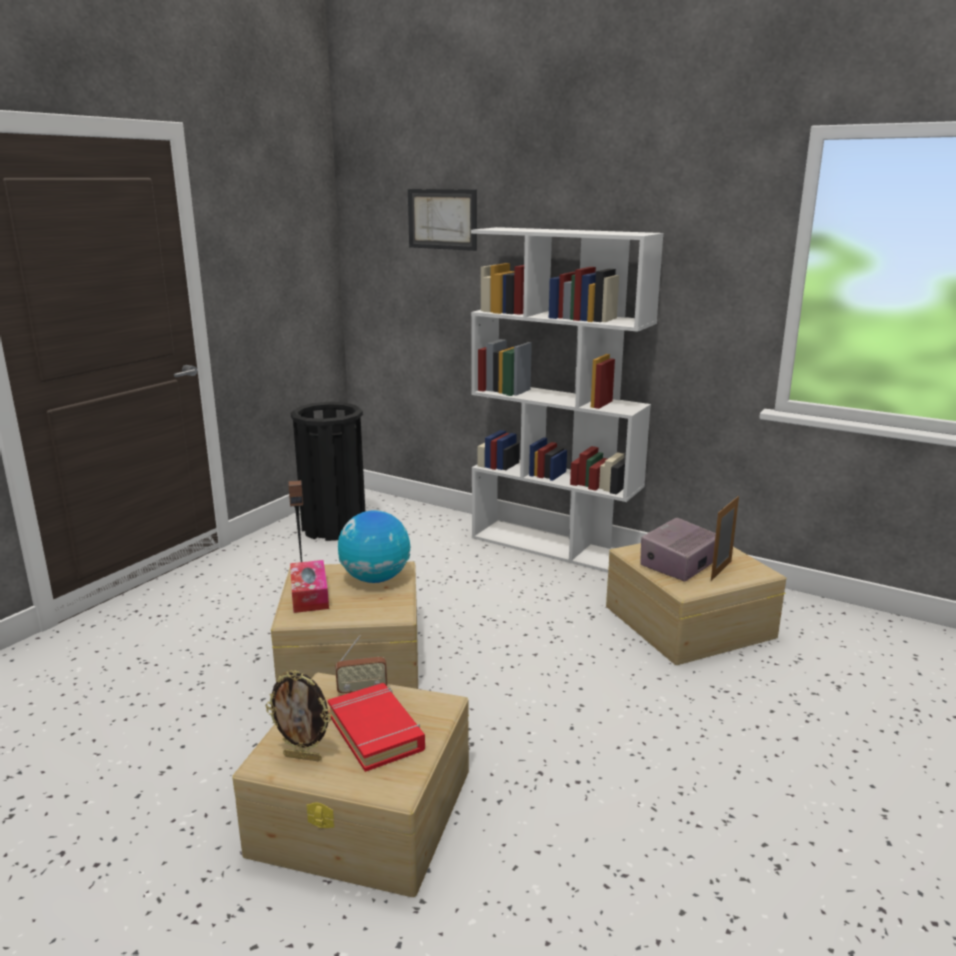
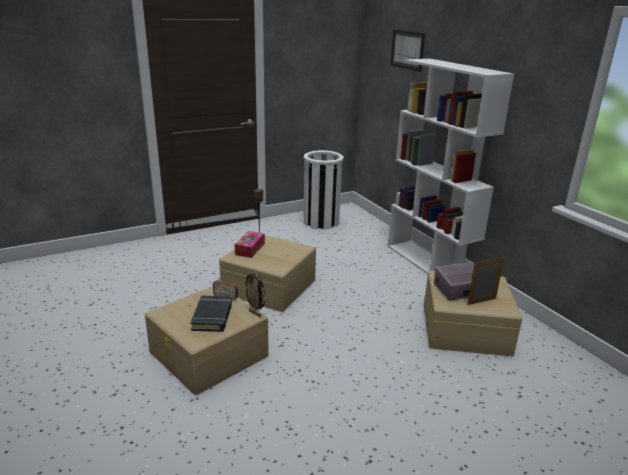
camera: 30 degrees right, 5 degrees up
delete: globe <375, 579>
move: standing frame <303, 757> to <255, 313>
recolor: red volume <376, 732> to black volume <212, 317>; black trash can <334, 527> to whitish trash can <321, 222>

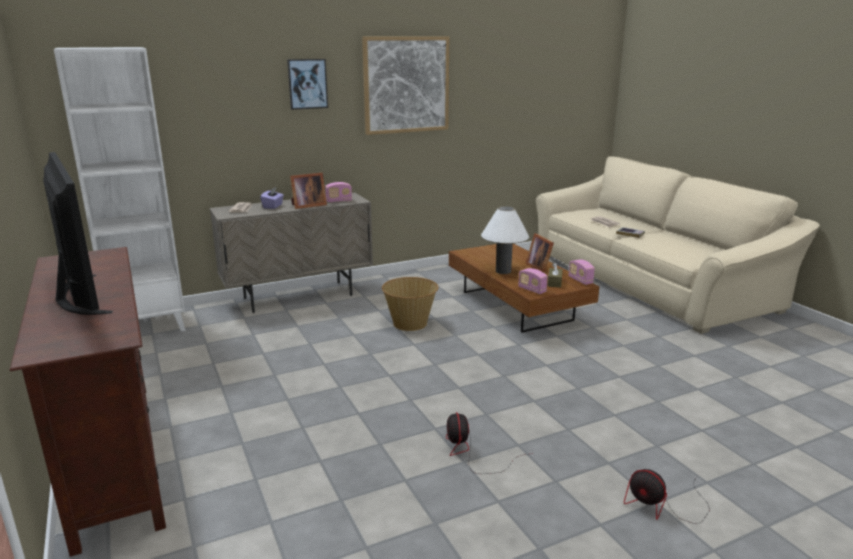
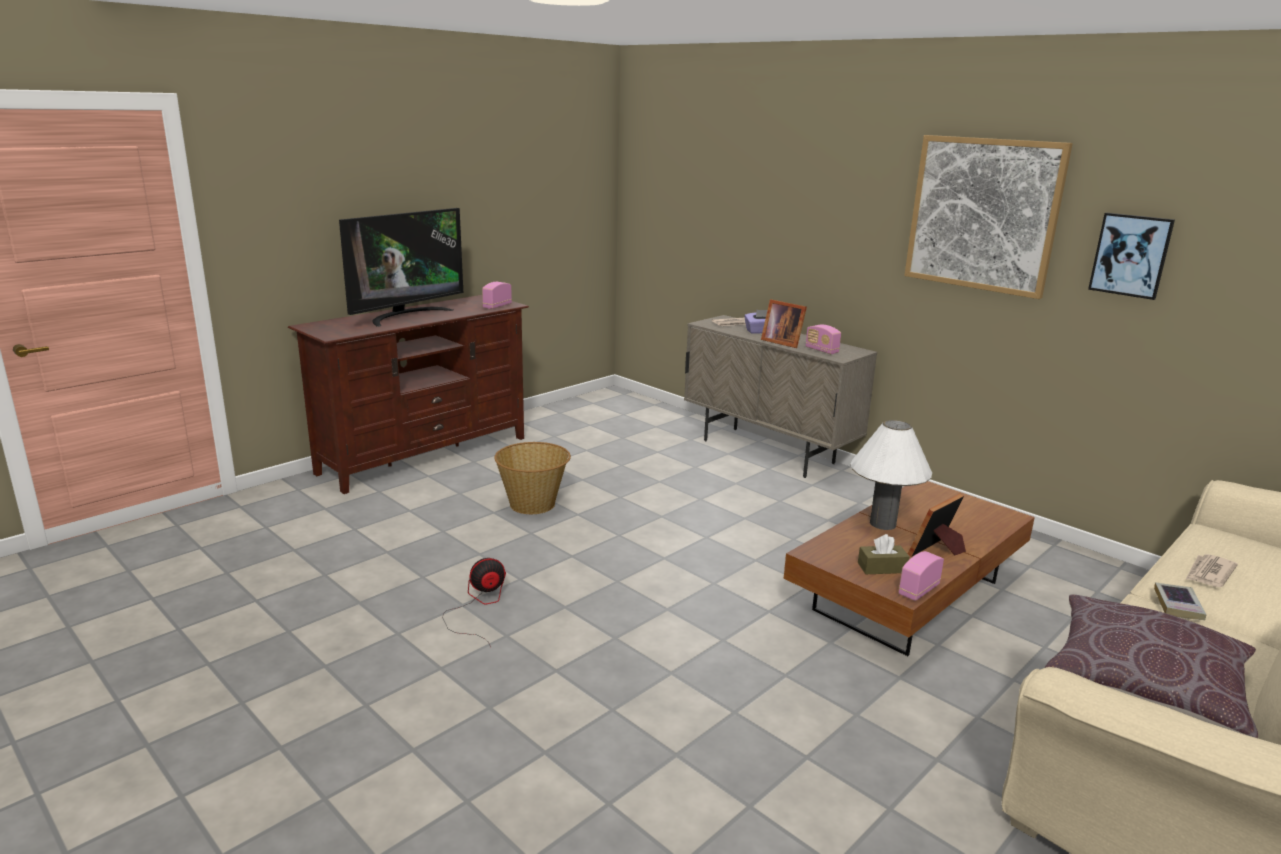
camera: 70 degrees right, 0 degrees up
delete: whitish bookcase <149, 326>; fan <662, 506>
insert: brownish throw pillow <1145, 684>
move: radio receiver <532, 290> to <497, 306>; basket <410, 323> to <533, 504>; wall picture <307, 84> to <1130, 255>

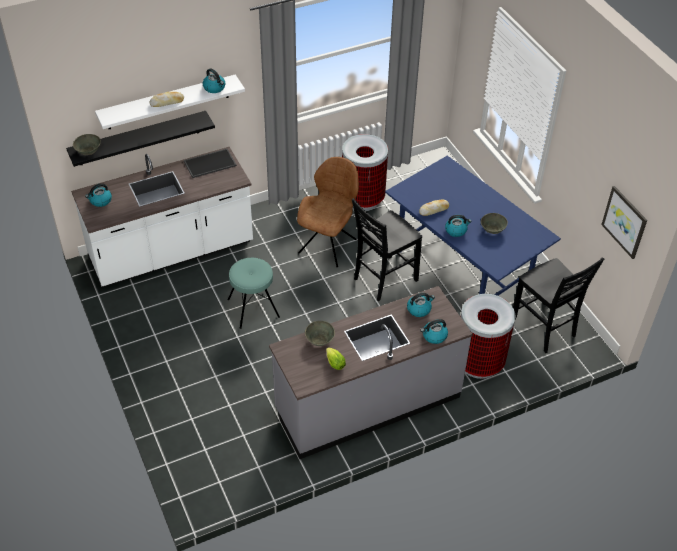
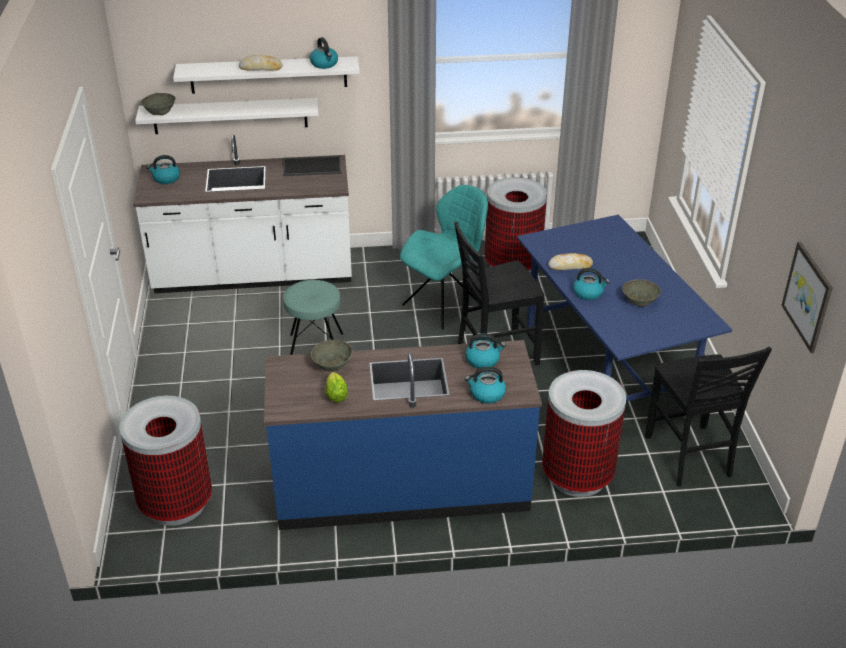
camera: 20 degrees right, 10 degrees down
insert: trash can <175, 503>
recolor: black wall shelf <139, 138> to whitish wall shelf <230, 116>; greyish kitchen base unit <367, 403> to blue kitchen base unit <401, 487>; brownish upright chair <328, 245> to turquoise upright chair <444, 304>

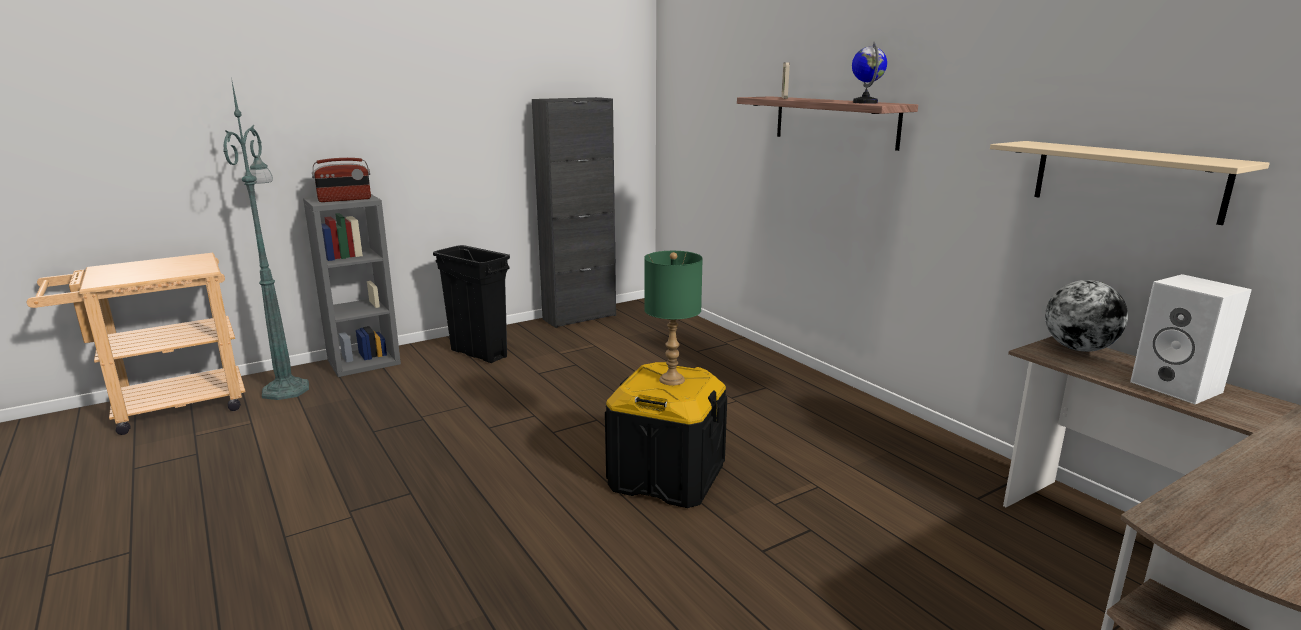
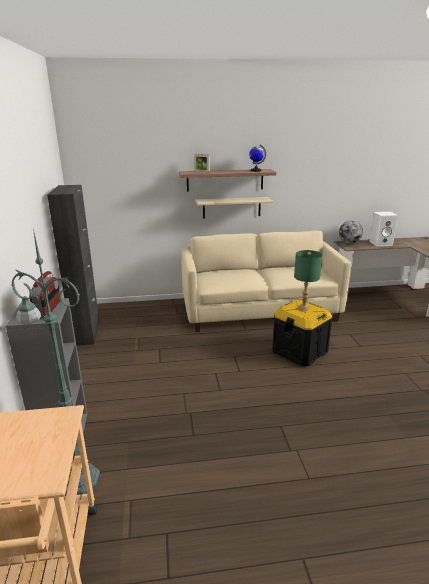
camera: 65 degrees left, 5 degrees up
delete: black trash can <479, 354>
insert: beige-coloured sofa <259, 310>
move: beige-coloured wall shelf <1126, 180> to <231, 207>

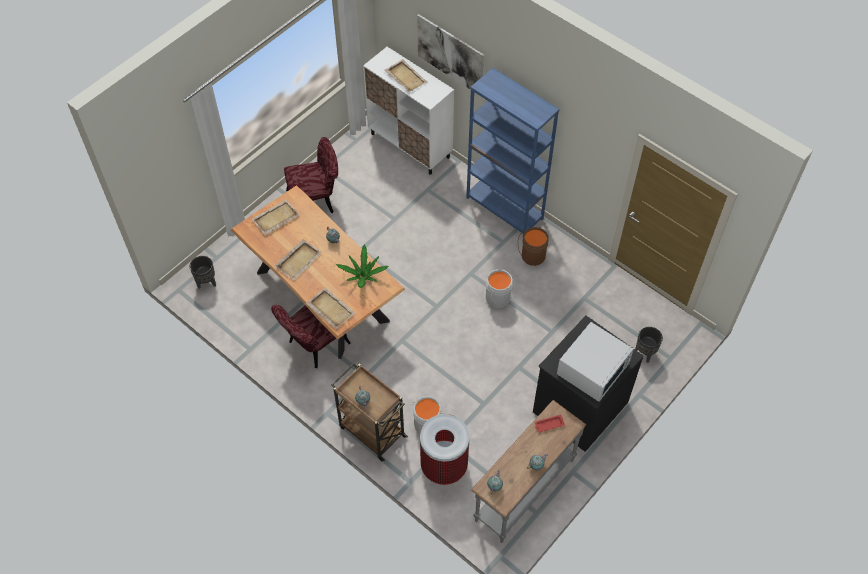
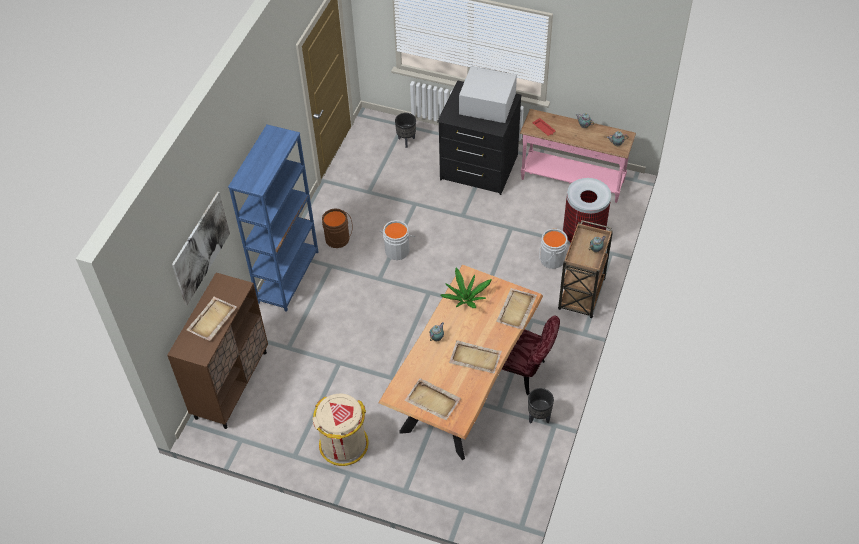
camera: 110 degrees left, 5 degrees down
move: black flower pot <206, 283> to <539, 417>
replace: red upright chair <316, 200> to beige-coloured trash can <343, 444>
recolor: whitish cabinet <410, 145> to brownish cabinet <231, 384>; greyish hall table <523, 489> to pinkish hall table <572, 181>

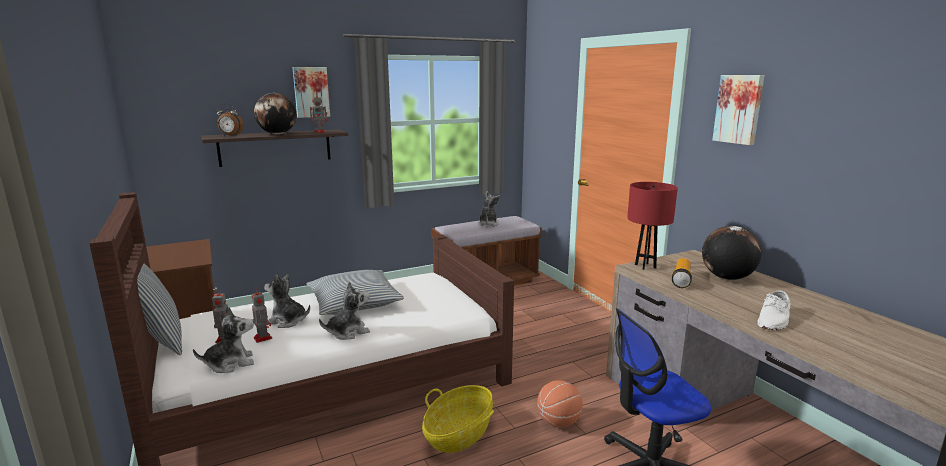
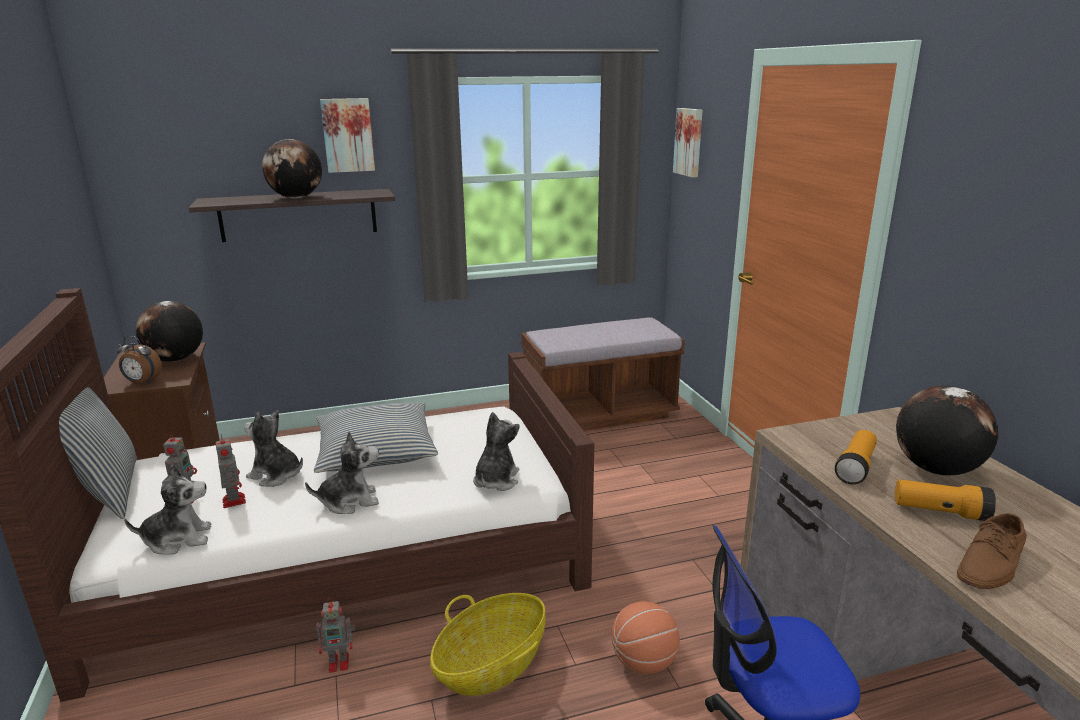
camera: 10 degrees right, 5 degrees up
delete: red table lamp <645, 266>
insert: globe <175, 360>; flashlight <940, 512>
move: table clock <231, 136> to <142, 382>; robot figure <320, 132> to <340, 662>; cuddly toy <488, 224> to <496, 480>; wall picture <739, 109> to <689, 142>
recolor: whitish low shoe <774, 319> to brownish low shoe <992, 563>

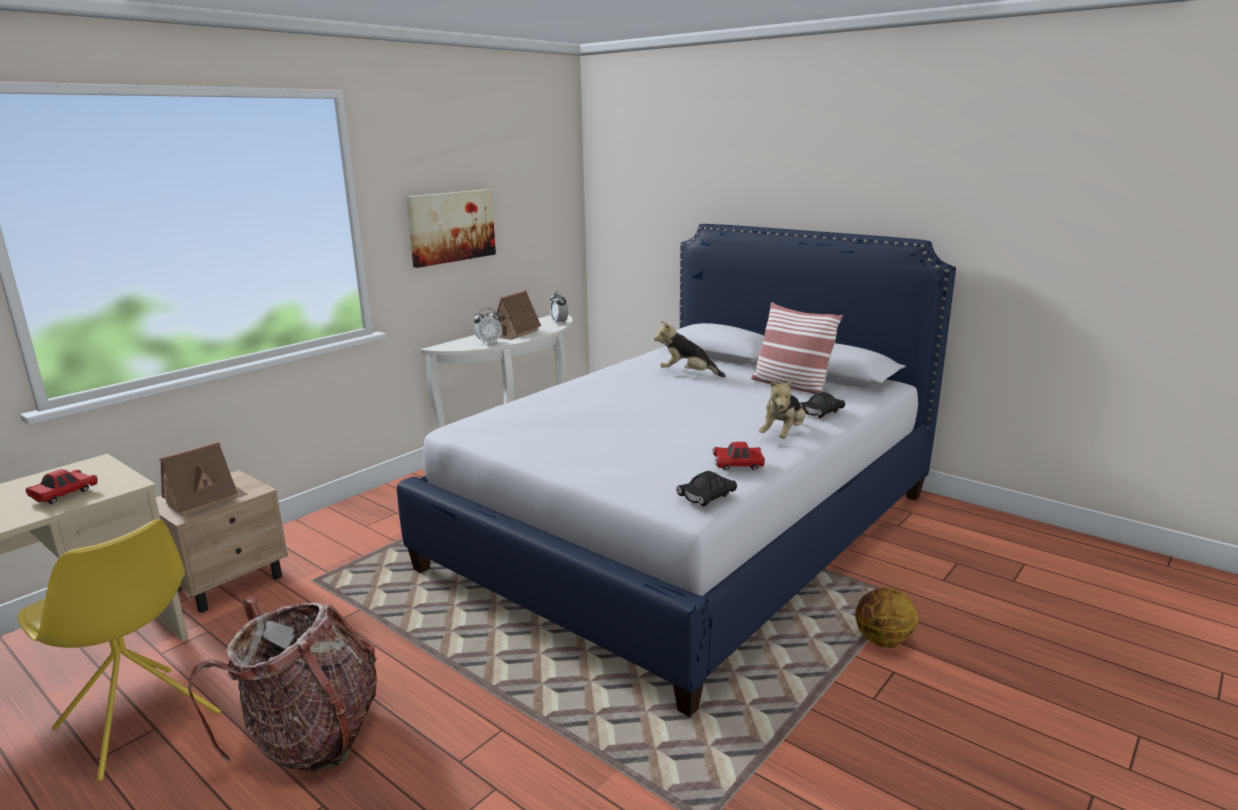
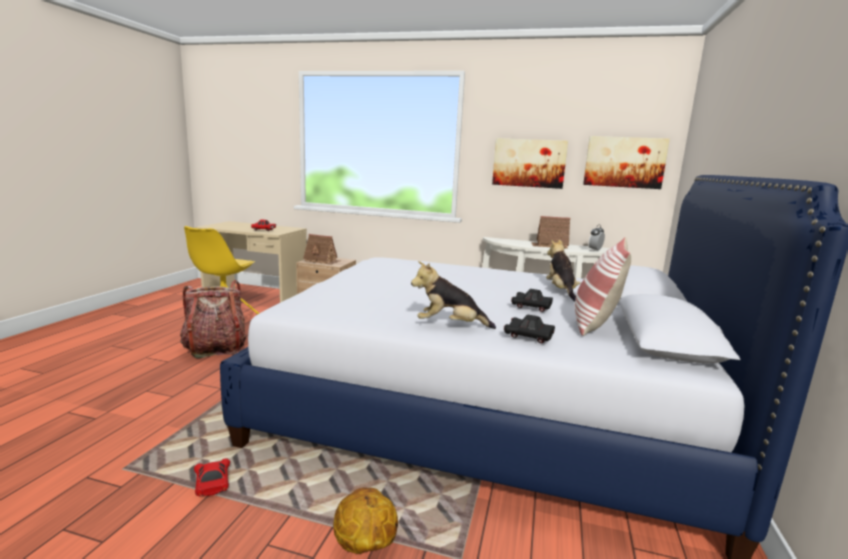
camera: 65 degrees right, 5 degrees down
delete: table clock <489, 343>
insert: wall picture <624, 162>
move: red model car <738, 466> to <212, 484>; black model car <707, 498> to <531, 307>

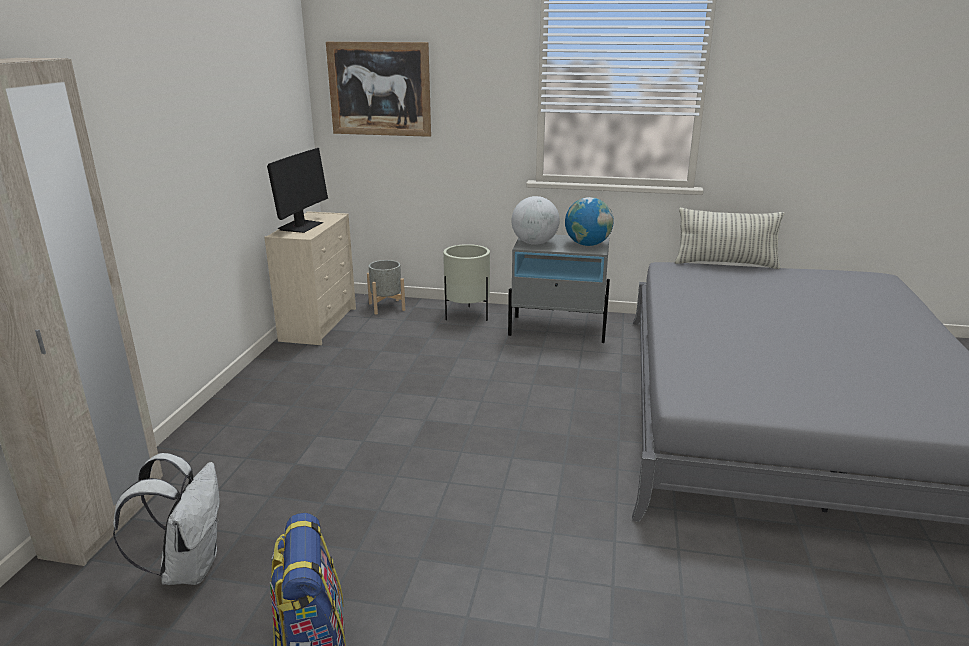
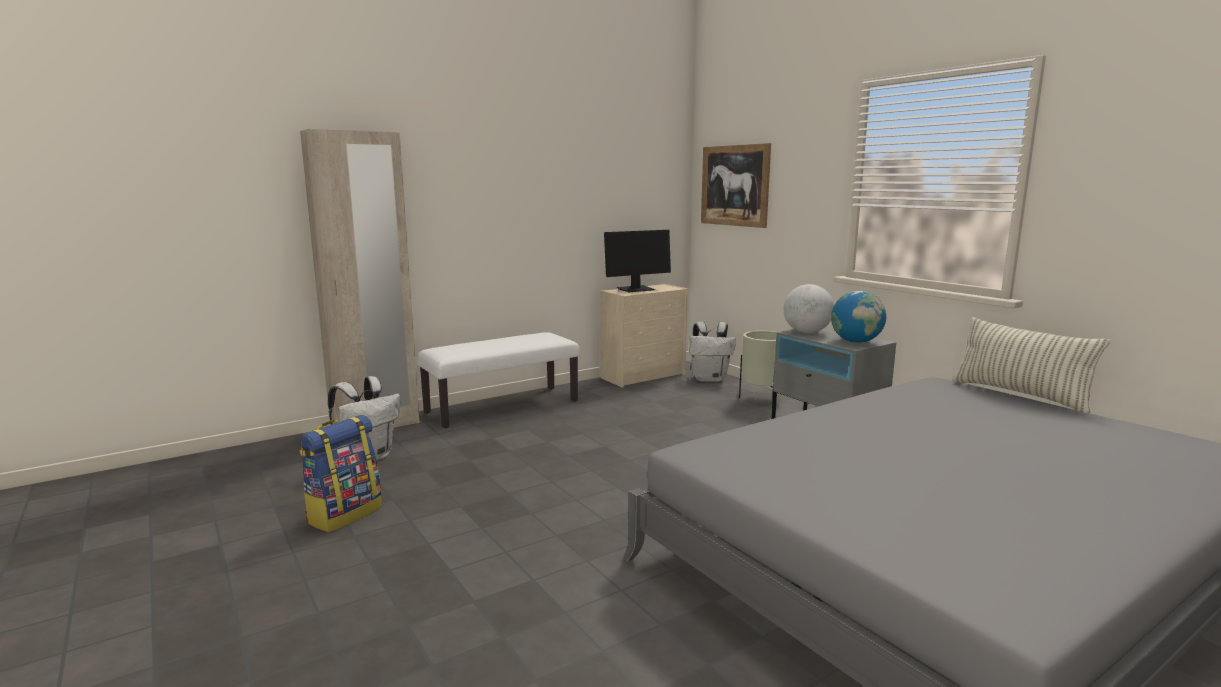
camera: 45 degrees right, 10 degrees down
insert: whitish indoor bench <502, 406>
replace: greyish flower pot <386, 307> to whitish knapsack <709, 379>

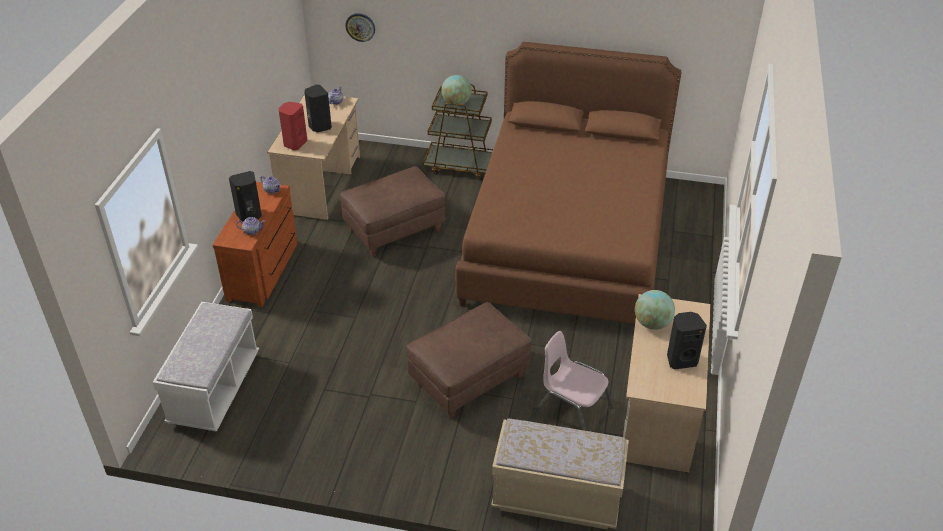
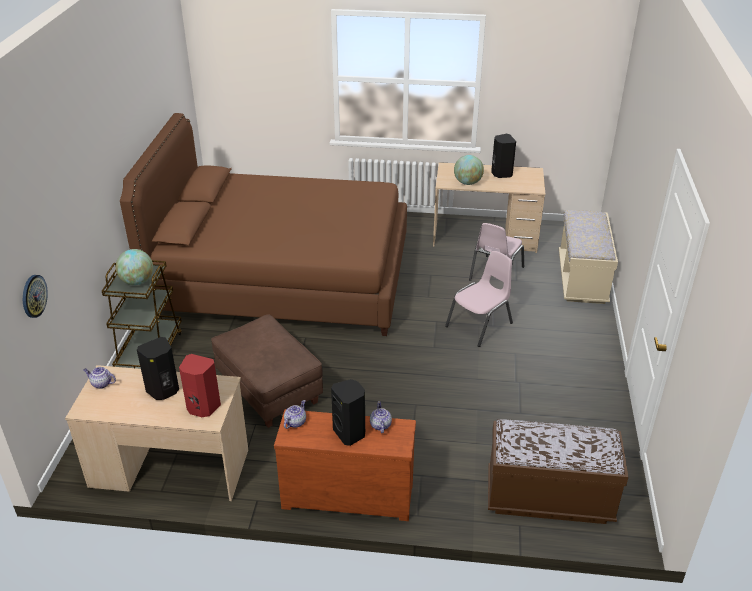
camera: 95 degrees left, 5 degrees down
replace: brownish pouffe <469, 380> to pinkish upright chair <480, 325>
recolor: whitish indoor bench <215, 389> to brownish indoor bench <549, 498>

